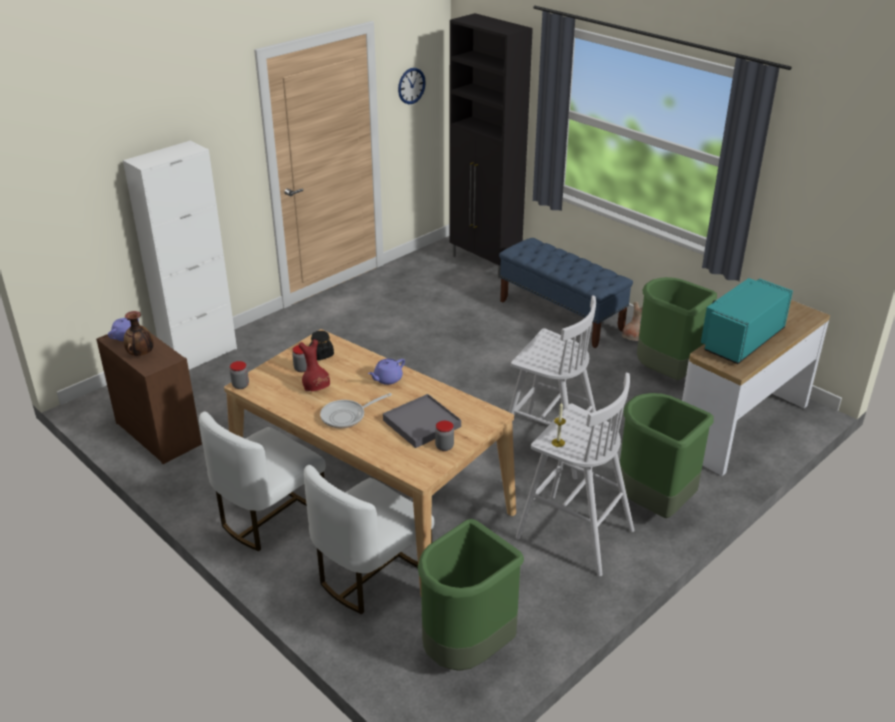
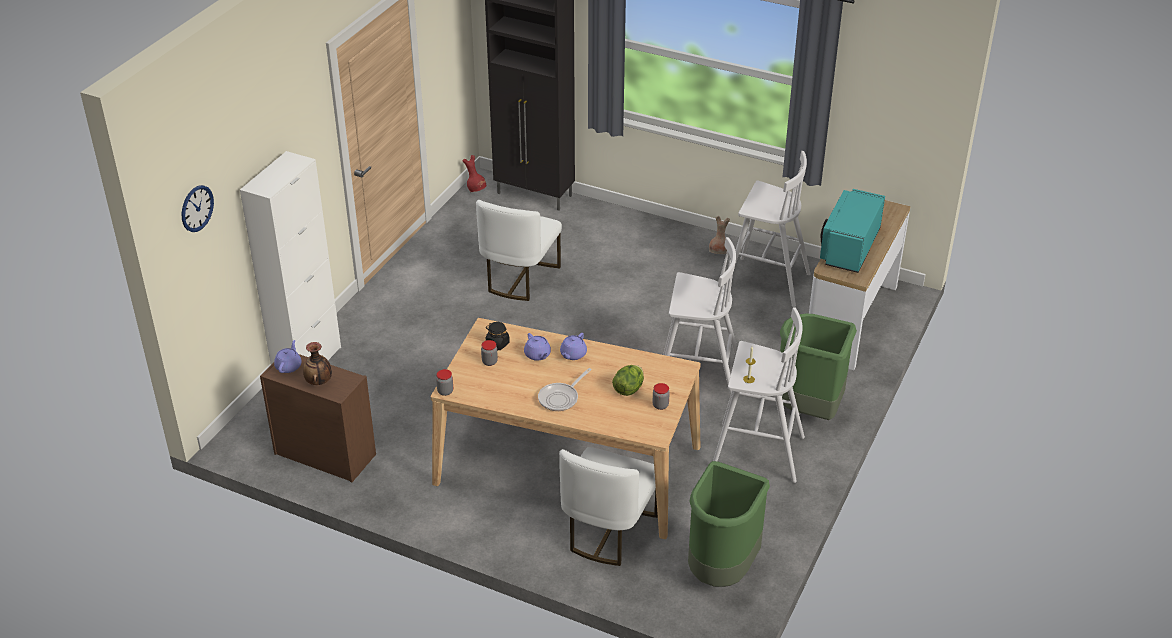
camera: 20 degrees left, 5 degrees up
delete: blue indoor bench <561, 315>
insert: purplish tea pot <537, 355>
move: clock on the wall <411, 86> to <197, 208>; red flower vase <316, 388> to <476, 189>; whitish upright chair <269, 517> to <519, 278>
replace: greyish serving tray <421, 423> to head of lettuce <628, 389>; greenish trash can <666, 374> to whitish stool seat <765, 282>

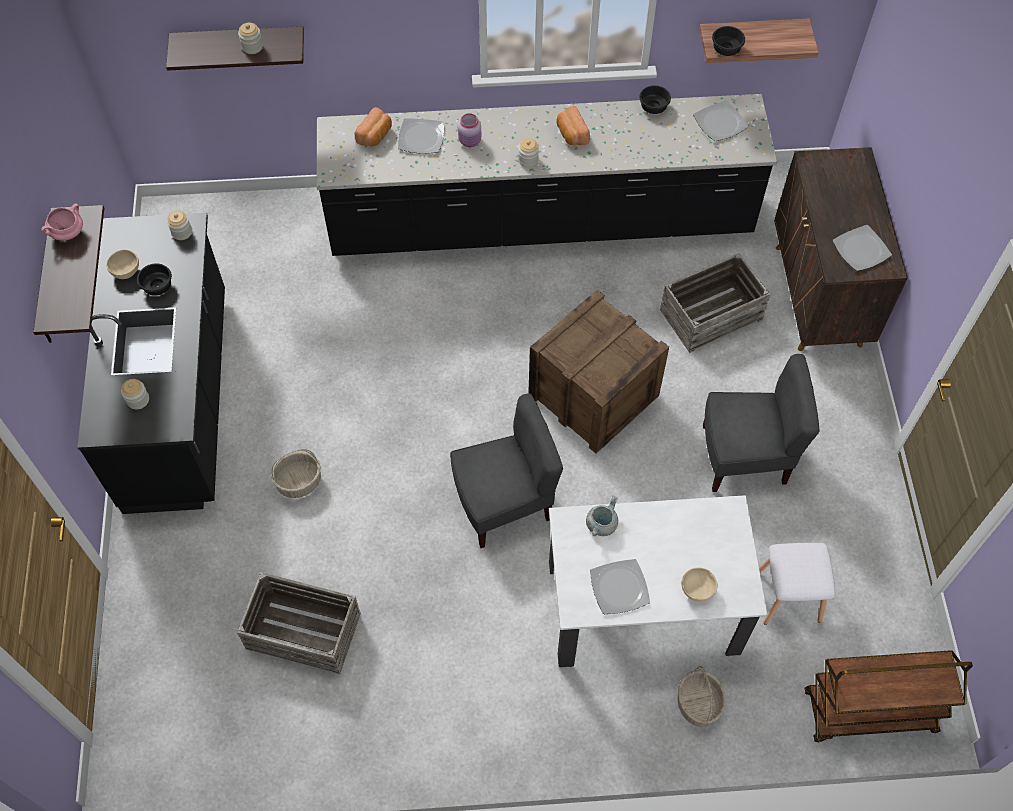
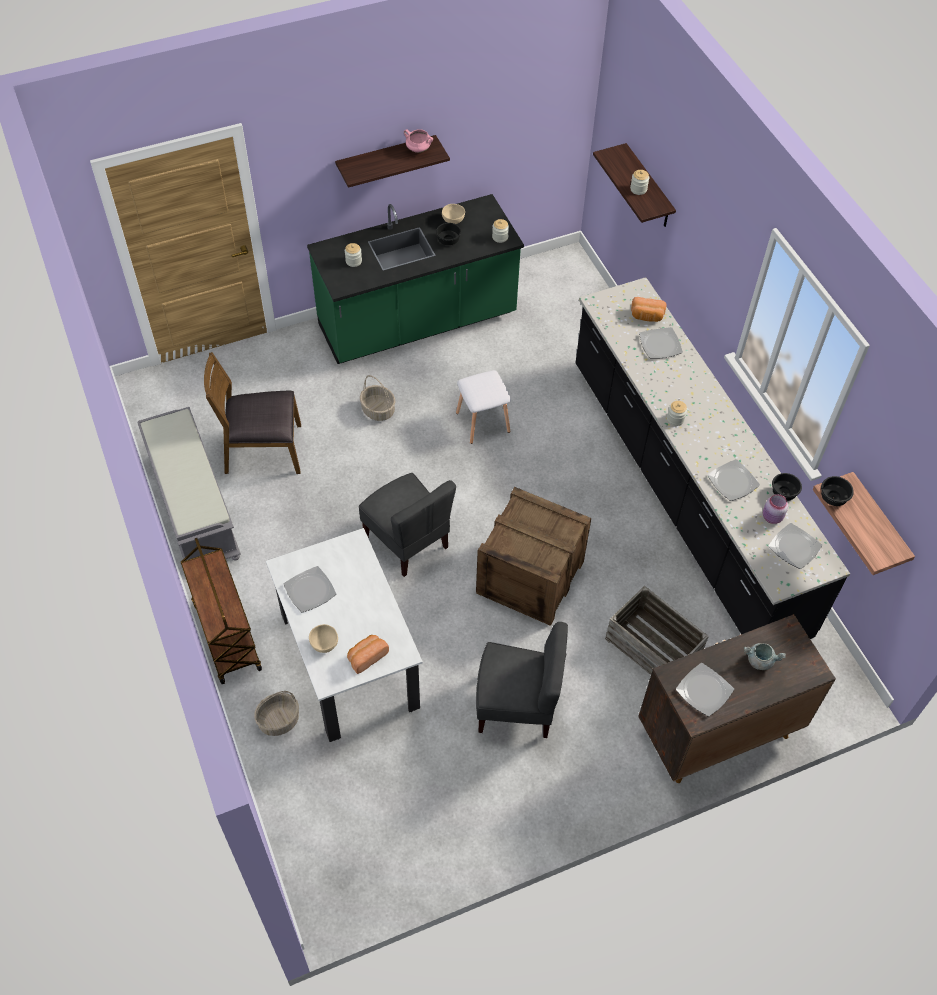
camera: 70 degrees right, 5 degrees down
insert: greyish indoor bench <193, 507>; dinner plate <733, 482>
move: brownish wheeled cart <868, 712> to <226, 635>; bakery bread <571, 134> to <366, 656>; whitish stool seat <789, 597> to <482, 423>; greyish saucepot <601, 524> to <760, 660>; pinkish preserve jar <470, 141> to <772, 517>
replace: crate <303, 632> to brownish upright chair <262, 450>
recolor: black kitchen base unit <180, 400> to greenish kitchen base unit <417, 322>
rotate: greyish upright chair <744, 457> = <517, 706> 60 degrees counterclockwise

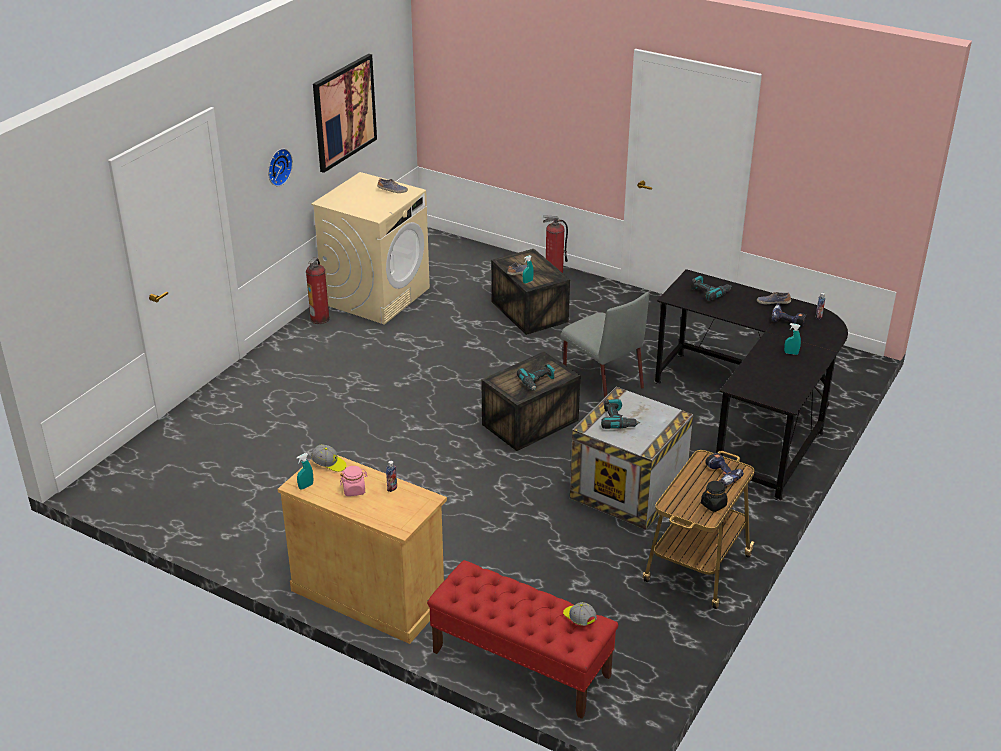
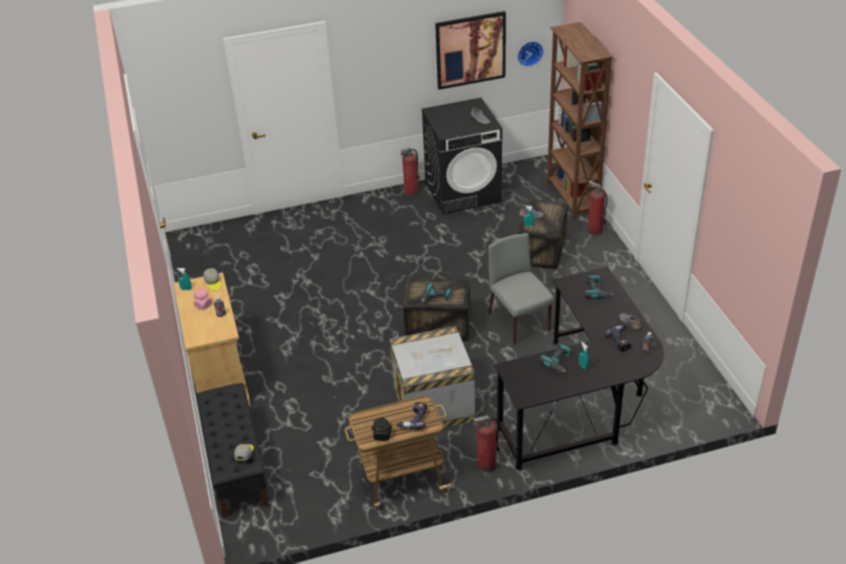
camera: 45 degrees right, 5 degrees up
insert: extinguisher <486, 465>; brownish bookcase <572, 198>
move: clock on the wall <277, 166> to <529, 53>; drill <618, 420> to <558, 363>
recolor: red indoor bench <520, 664> to black indoor bench <236, 466>; beige-coloured laundry appliance <376, 295> to black laundry appliance <463, 192>
rotate: greyish upright chair <601, 381> = <519, 323> 150 degrees clockwise

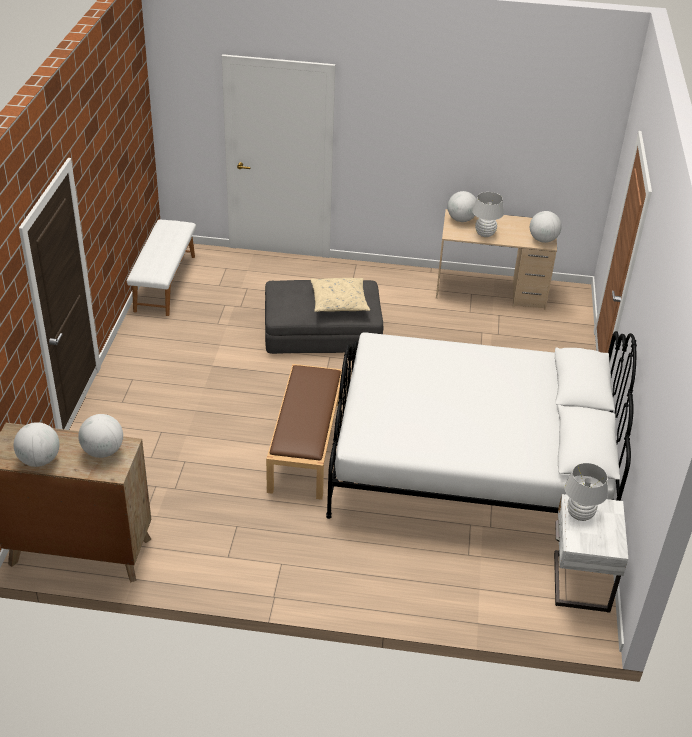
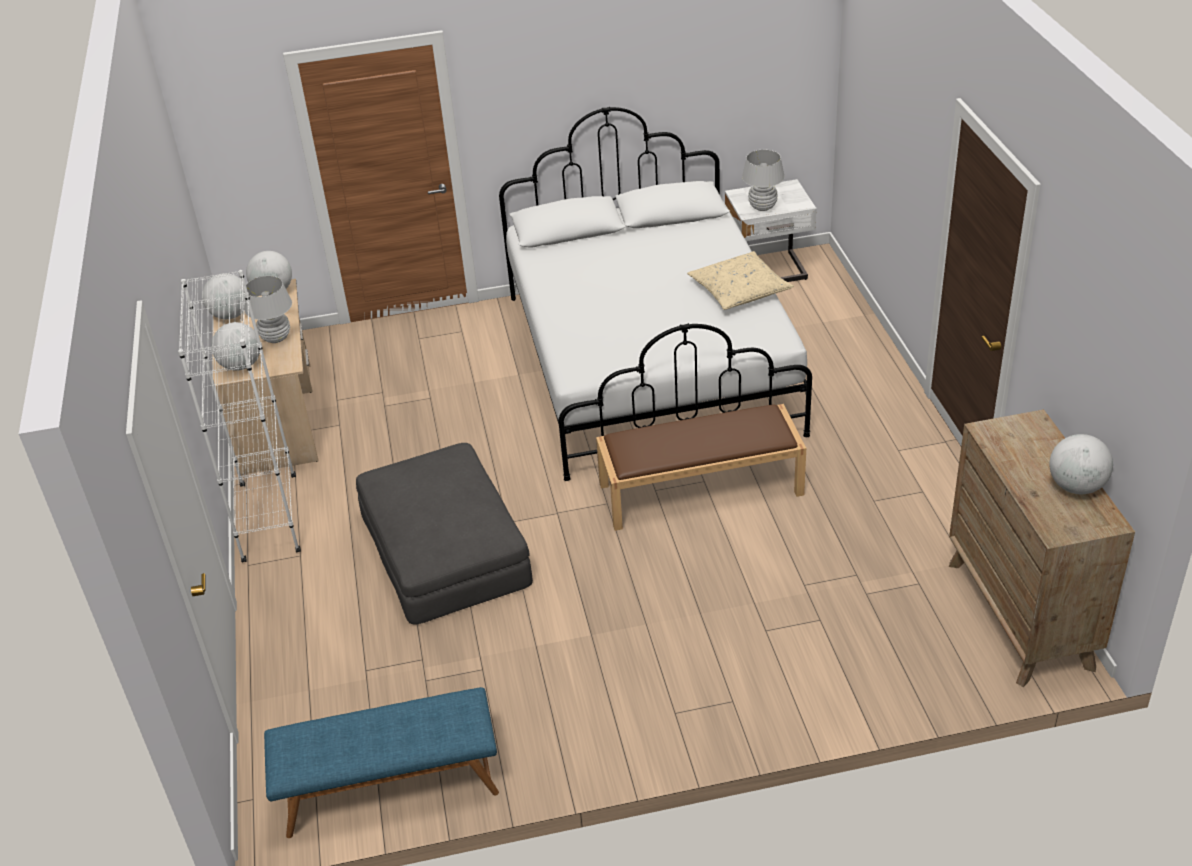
camera: 105 degrees left, 0 degrees up
insert: whitish bookcase <269, 518>
move: globe <103, 451> to <230, 315>; beige-coloured throw pillow <339, 301> to <739, 290>
recolor: whitish indoor bench <164, 283> to blue indoor bench <390, 789>

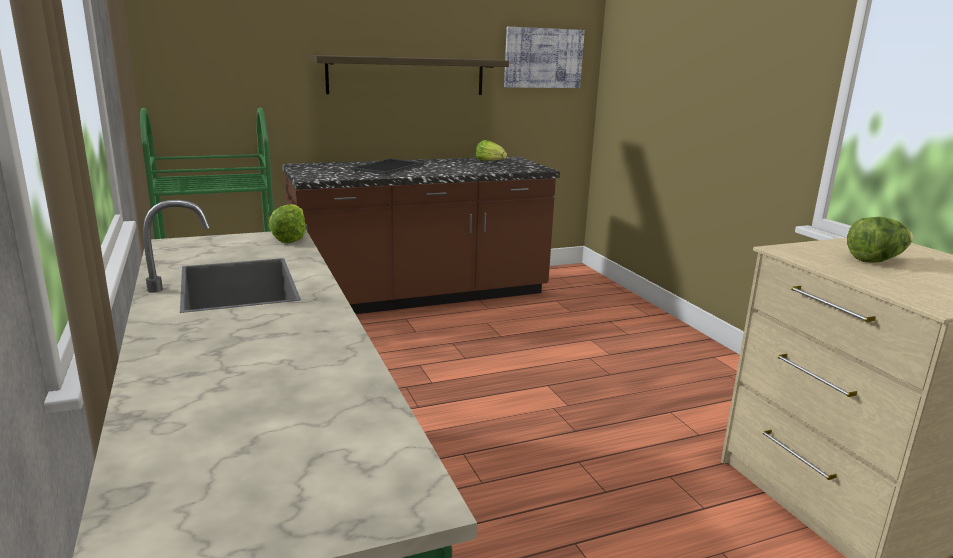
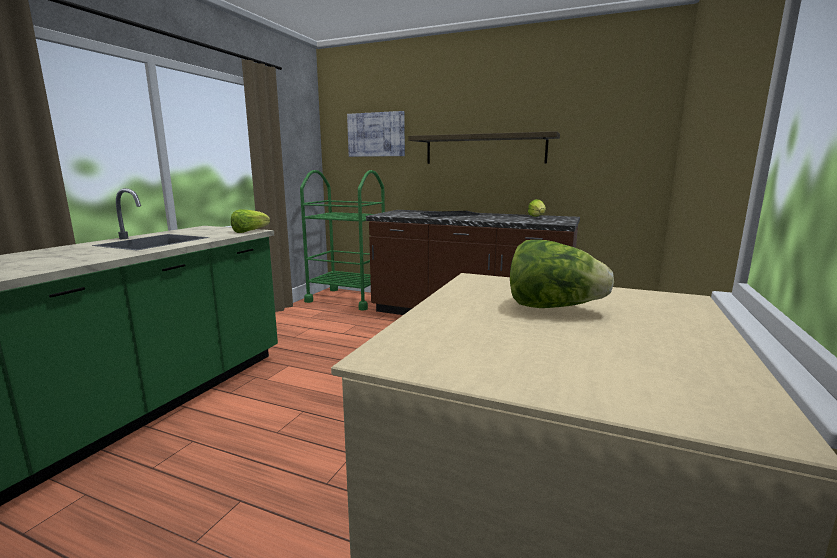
camera: 45 degrees right, 5 degrees down
move: wall picture <543, 58> to <376, 134>

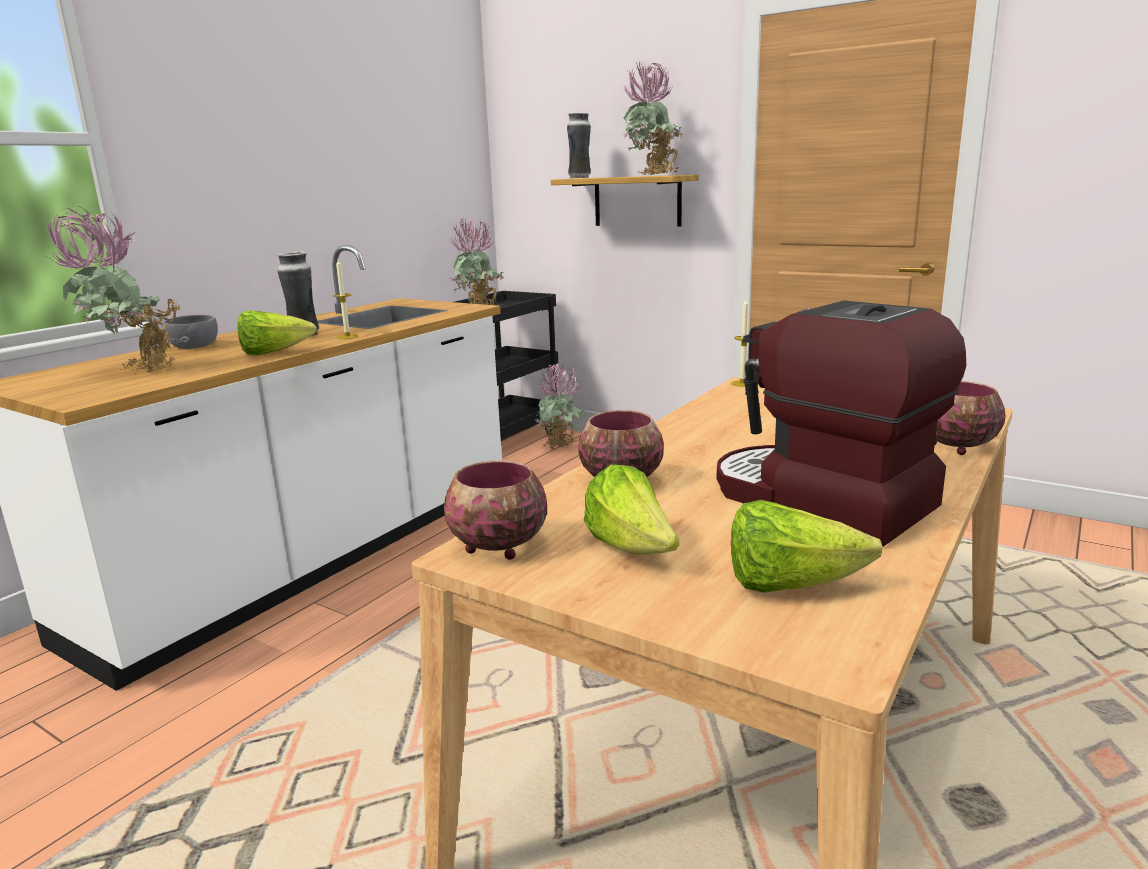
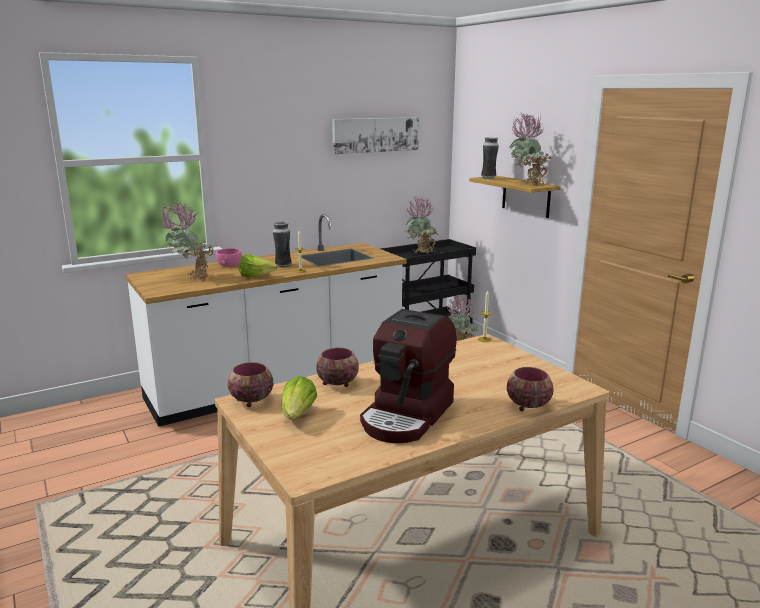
camera: 25 degrees right, 0 degrees up
delete: head of lettuce <789, 585>
insert: wall picture <376, 135>
recolor: greyish serving bowl <193, 346> to pinkish serving bowl <229, 265>
rotate: coffee machine <819, 501> = <408, 416> 135 degrees counterclockwise

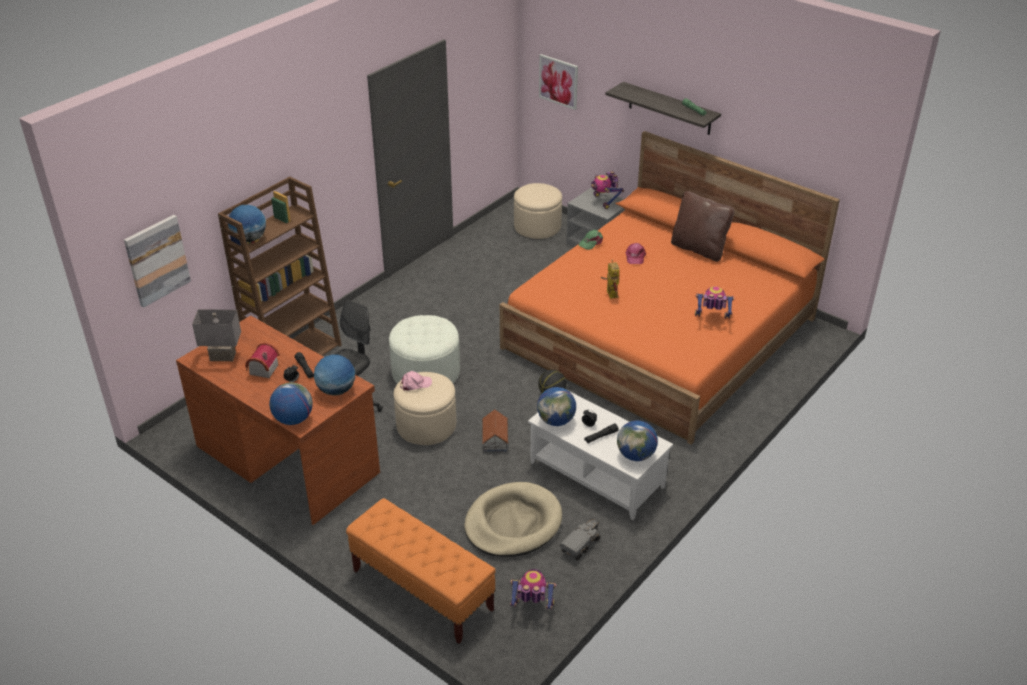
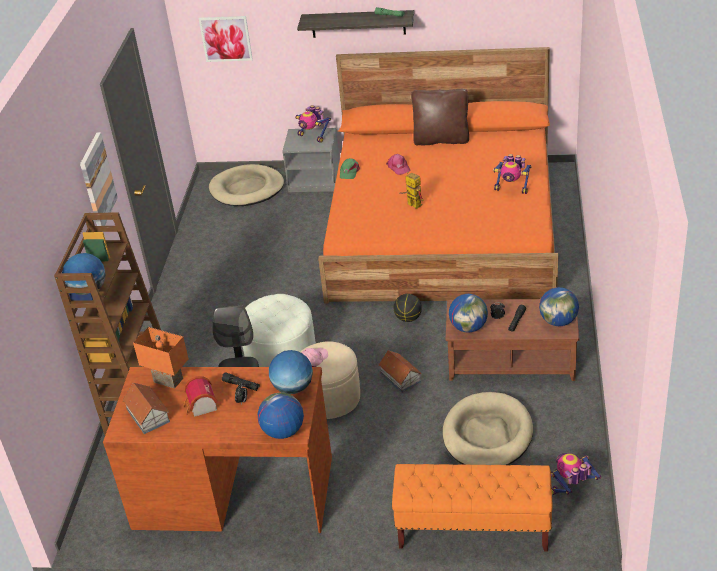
camera: 30 degrees left, 0 degrees up
delete: toy truck <580, 545>
insert: orange-coloured table lamp <169, 379>
move: wall picture <157, 260> to <97, 181>
replace: greyish table lamp <222, 357> to toy house <148, 416>; beige-coloured pouffe <537, 226> to beige-coloured dog bed <247, 189>
recolor: whitish low table <596, 475> to brownish low table <511, 362>
rotate: robot figure <712, 319> = <512, 189> 135 degrees counterclockwise

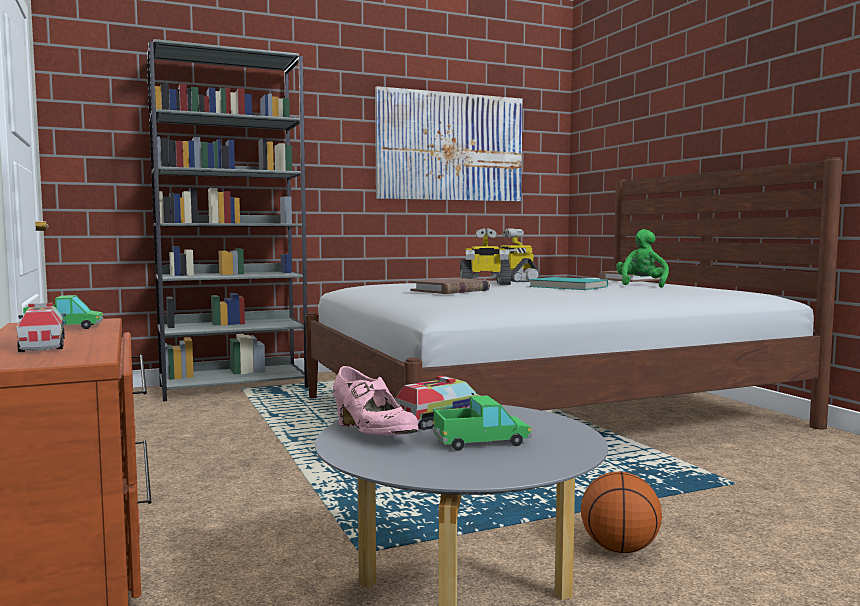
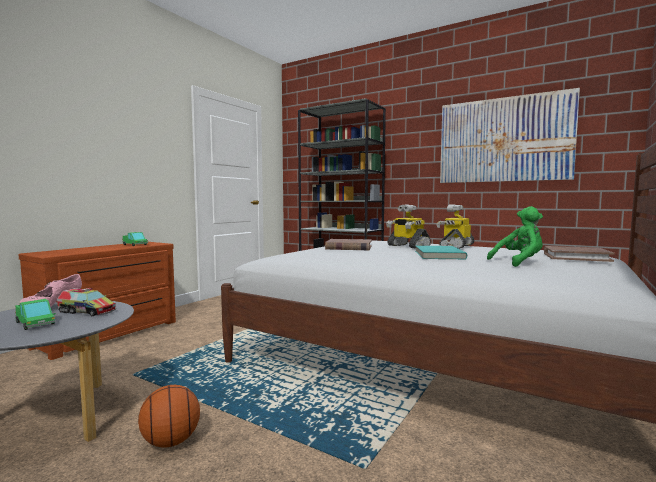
camera: 55 degrees right, 0 degrees up
delete: toy truck <42, 344>

